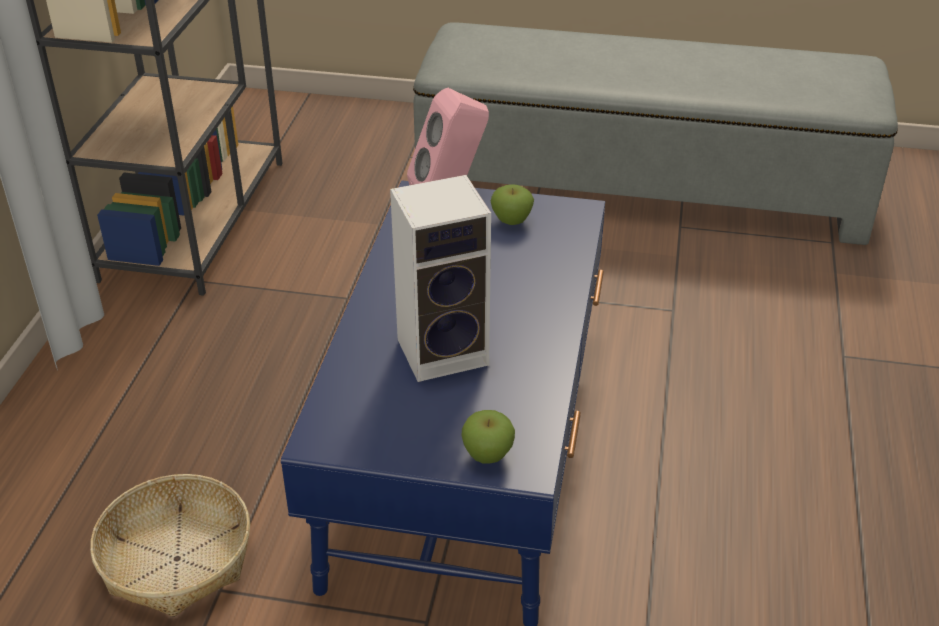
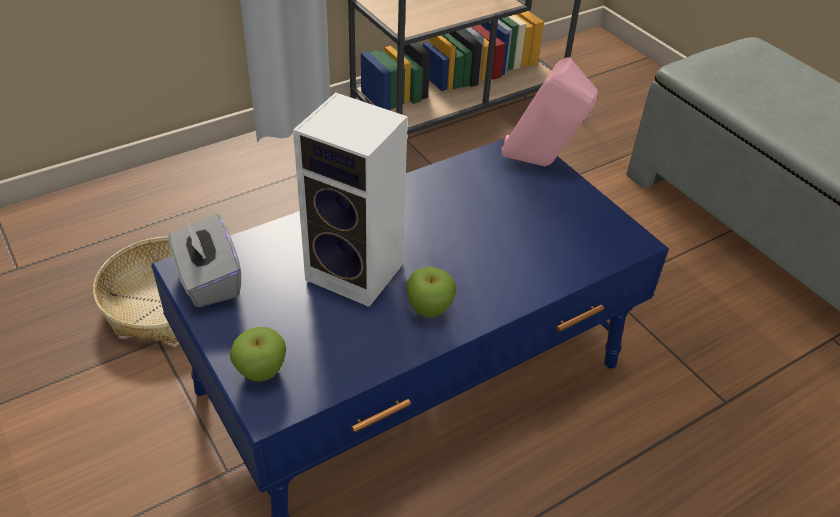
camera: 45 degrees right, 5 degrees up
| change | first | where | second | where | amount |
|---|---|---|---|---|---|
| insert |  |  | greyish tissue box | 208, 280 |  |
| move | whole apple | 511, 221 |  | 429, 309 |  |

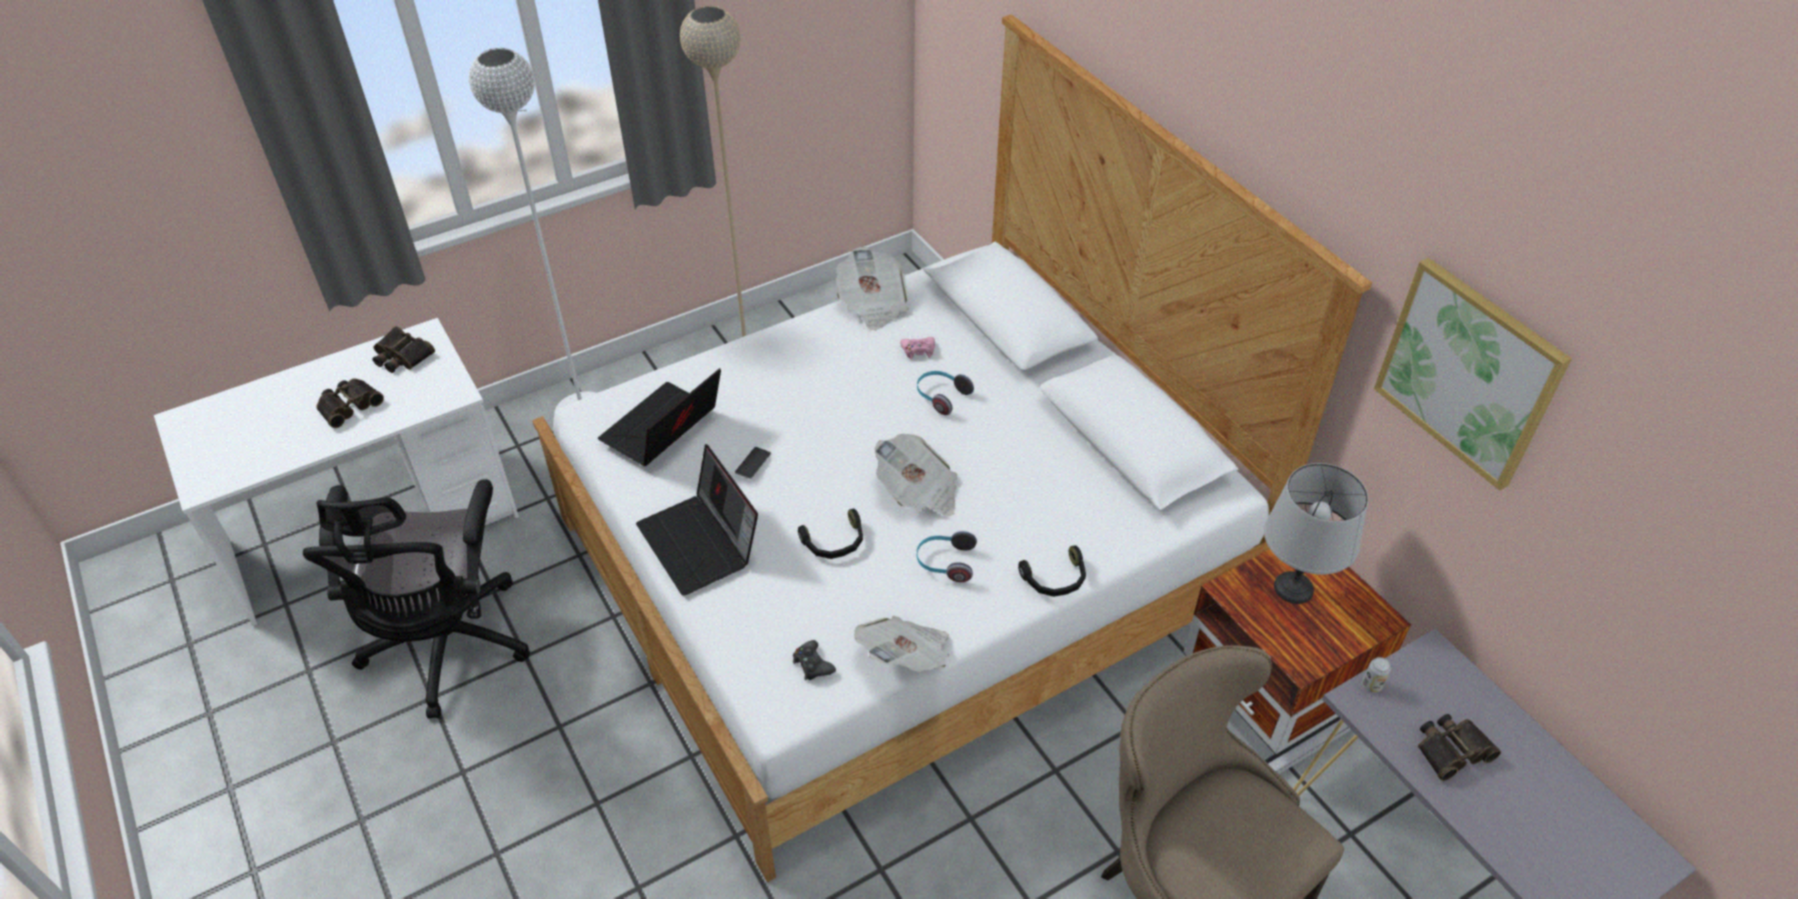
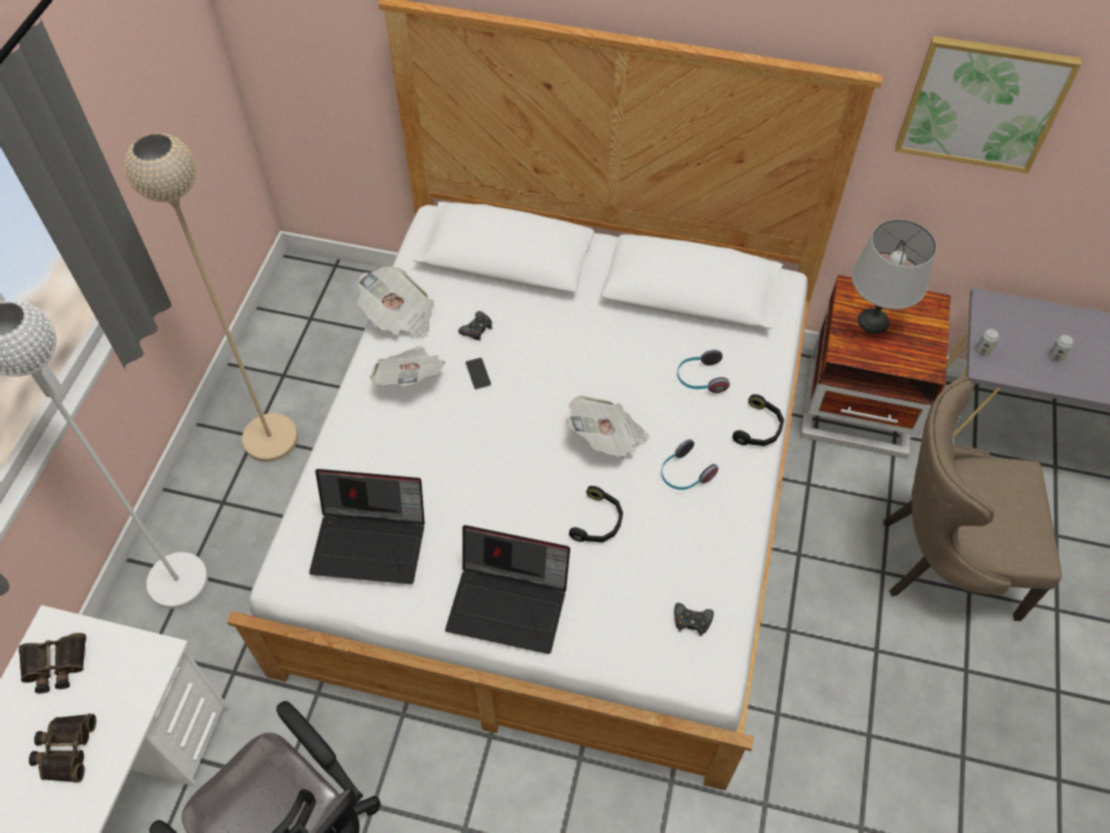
camera: 45 degrees left, 10 degrees up
| change | first | where | second | where | amount |
|---|---|---|---|---|---|
| move | handset | 753, 463 |  | 478, 373 |  |
| move | printed paper | 906, 658 |  | 410, 378 |  |
| move | headphones | 941, 397 |  | 700, 379 |  |
| replace | field glasses | 1451, 749 | sealed can | 1055, 357 |  |
| recolor | pink-coloured gamepad | 918, 350 | black gamepad | 477, 329 |  |
| rotate | portable computer | 663, 430 |  | 371, 542 | 75 degrees counterclockwise |

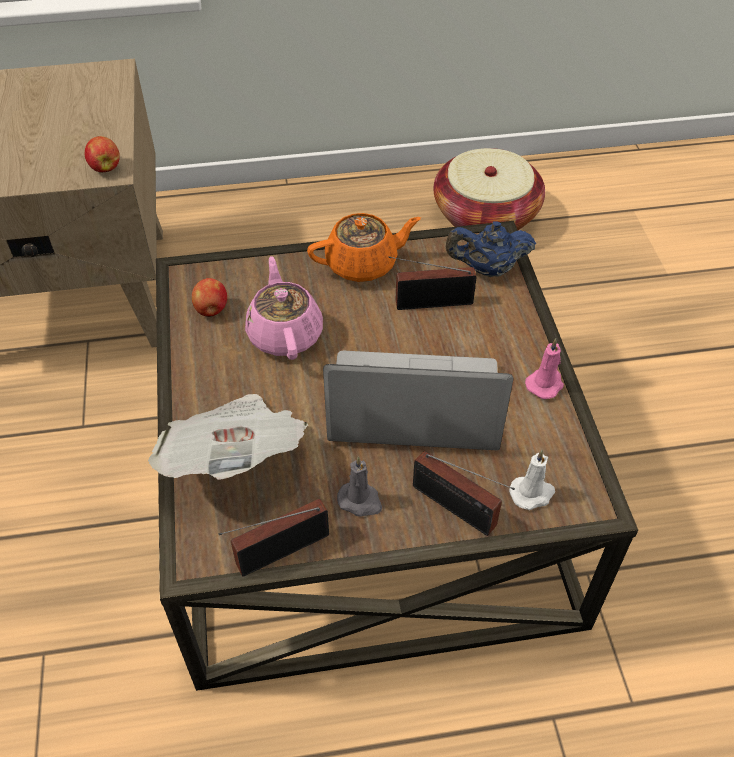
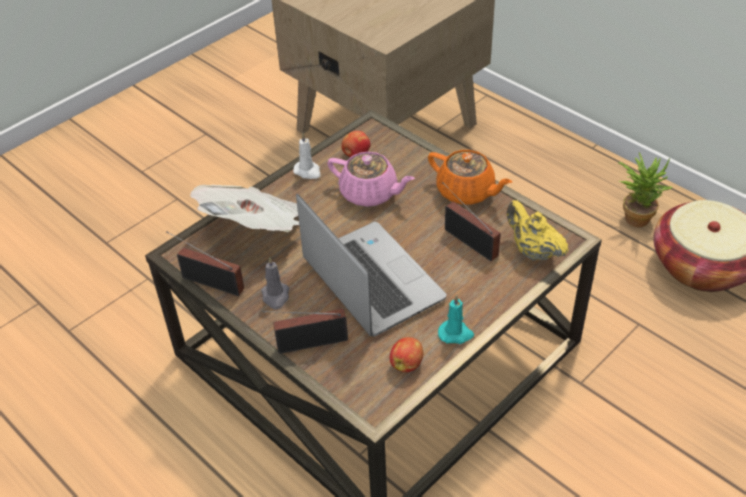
camera: 55 degrees right, 5 degrees down
| change | first | where | second | where | amount |
|---|---|---|---|---|---|
| insert |  |  | houseplant | 636, 215 |  |
| move | whole apple | 105, 167 |  | 407, 364 |  |
| move | white wax light | 532, 493 |  | 308, 171 |  |
| recolor | blue tea pot | 487, 269 | yellow tea pot | 533, 251 |  |
| recolor | pink-coloured wax light | 545, 384 | blue-green wax light | 456, 334 |  |
| rotate | pink-coloured tea pot | 285, 333 |  | 370, 193 | 75 degrees clockwise |
| rotate | radio | 457, 509 |  | 308, 343 | 75 degrees clockwise |

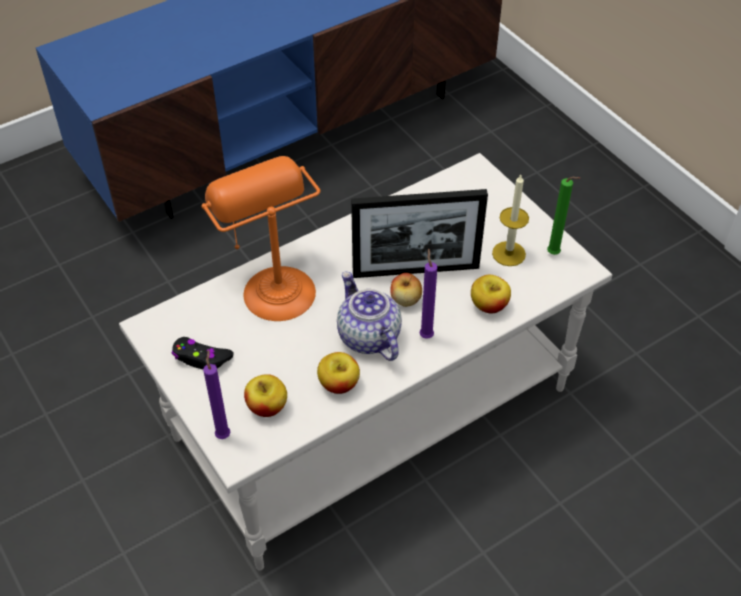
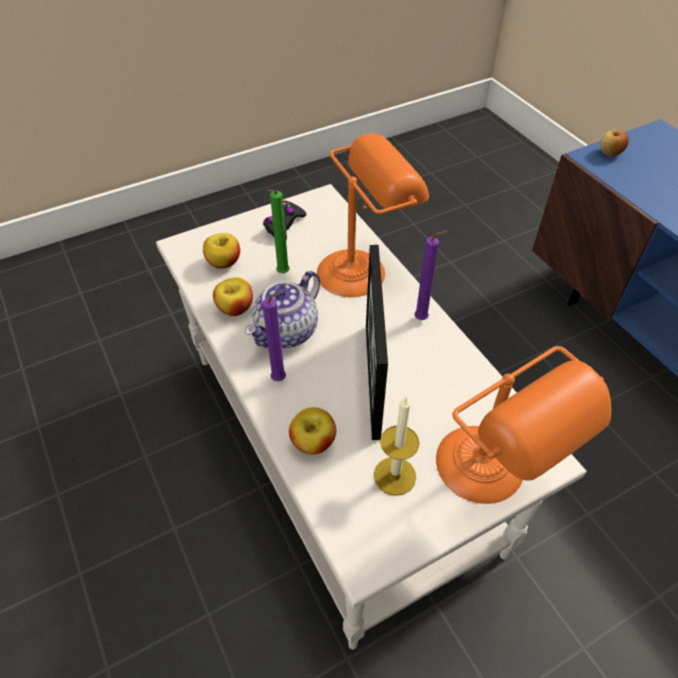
camera: 95 degrees right, 0 degrees up
| change | first | where | second | where | amount |
|---|---|---|---|---|---|
| insert |  |  | orange-coloured table lamp | 495, 476 |  |
| move | purple-coloured wax light | 223, 433 |  | 423, 319 |  |
| move | whole apple | 405, 299 |  | 609, 153 |  |
| move | green-coloured wax light | 555, 254 |  | 281, 274 |  |
| rotate | tea pot | 367, 336 |  | 287, 332 | 150 degrees clockwise |

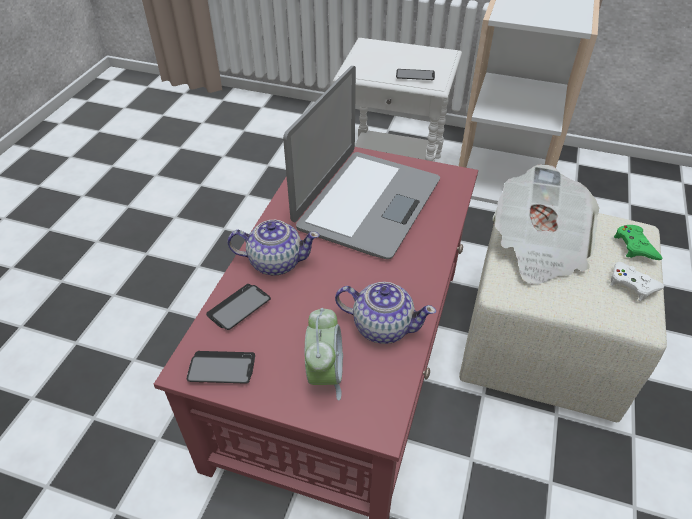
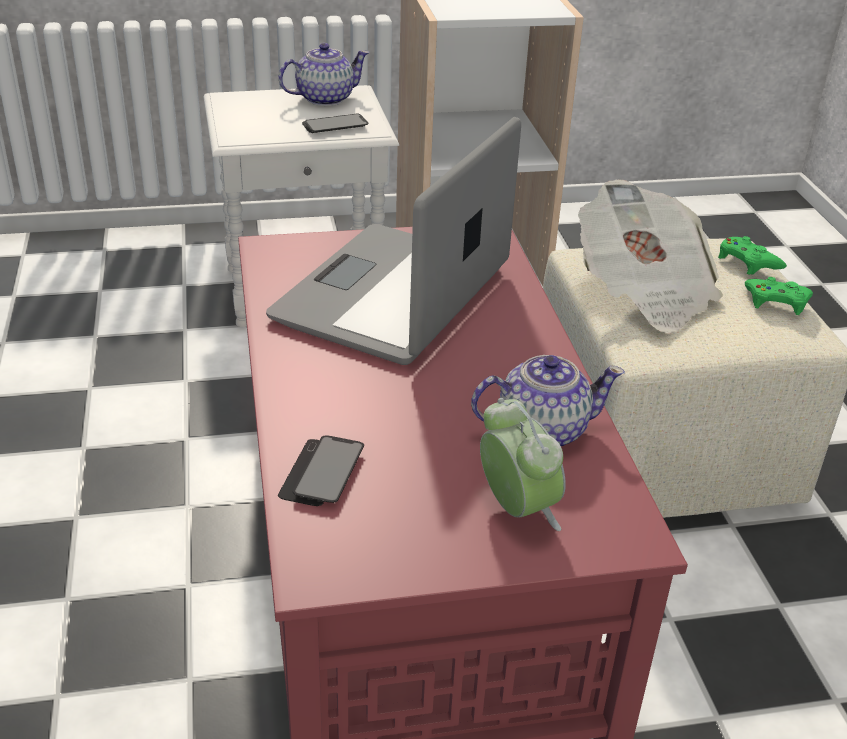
camera: 30 degrees left, 10 degrees down
| change | first | where | second | where | amount |
|---|---|---|---|---|---|
| delete | handset | 222, 368 |  |  |  |
| move | tea pot | 275, 262 |  | 324, 98 |  |
| recolor | white gamepad | 632, 284 | green-coloured gamepad | 776, 301 |  |
| rotate | portable computer | 366, 203 |  | 394, 295 | 150 degrees counterclockwise |

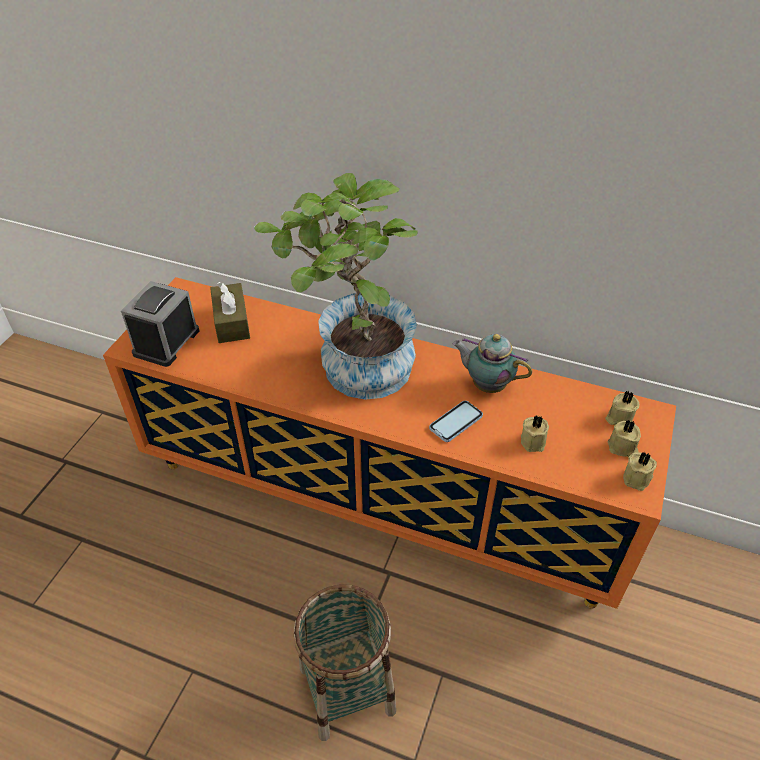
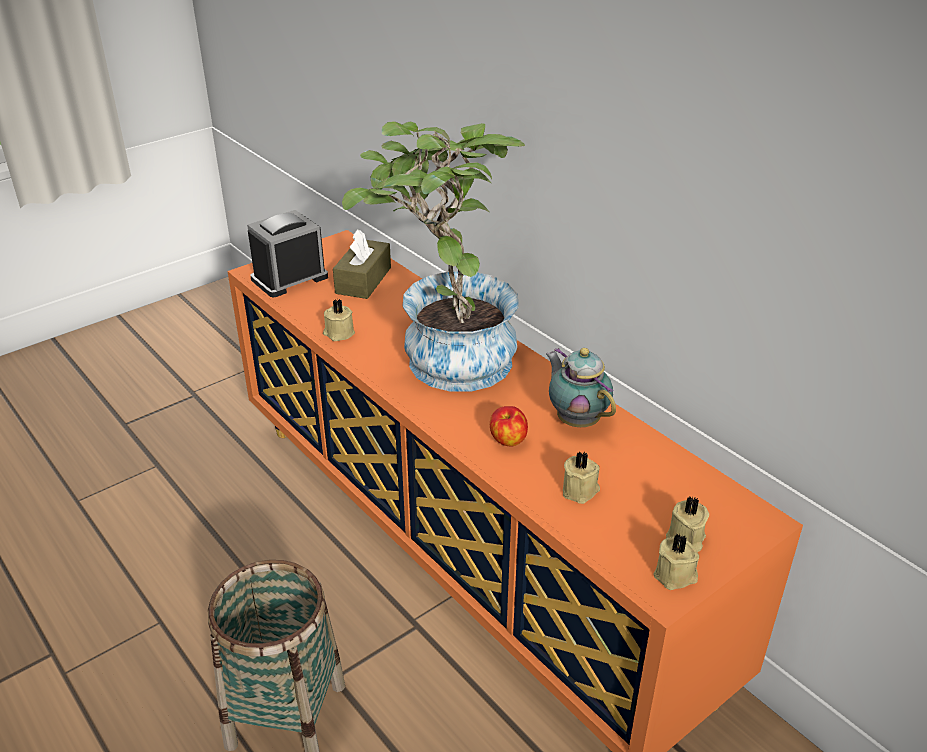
camera: 30 degrees right, 10 degrees down
| change | first | where | second | where | amount |
|---|---|---|---|---|---|
| move | sand-coloured wax light | 618, 417 |  | 338, 333 |  |
| replace | handset | 456, 422 | whole apple | 507, 441 |  |

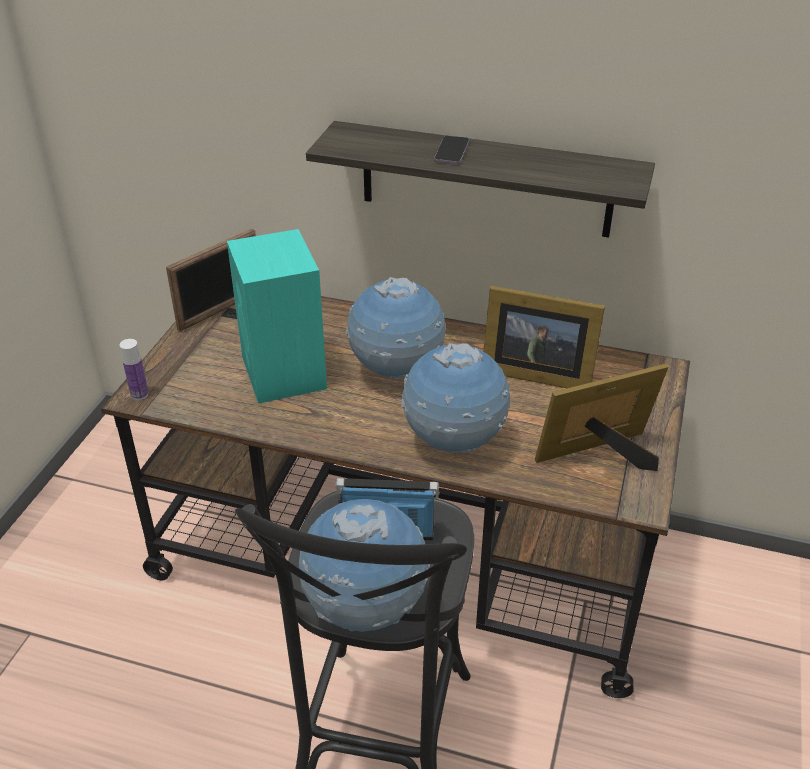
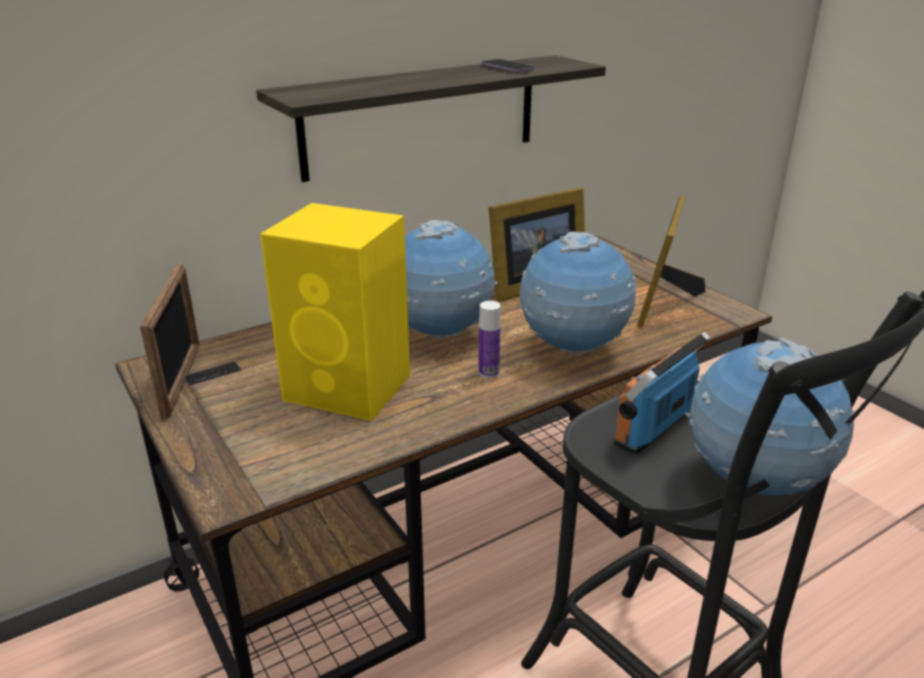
camera: 50 degrees left, 10 degrees down
| change | first | where | second | where | amount |
|---|---|---|---|---|---|
| move | beverage bottle | 139, 394 |  | 488, 372 |  |
| move | handset | 452, 152 |  | 507, 68 |  |
| recolor | blue-green speaker | 284, 374 | yellow speaker | 350, 388 |  |

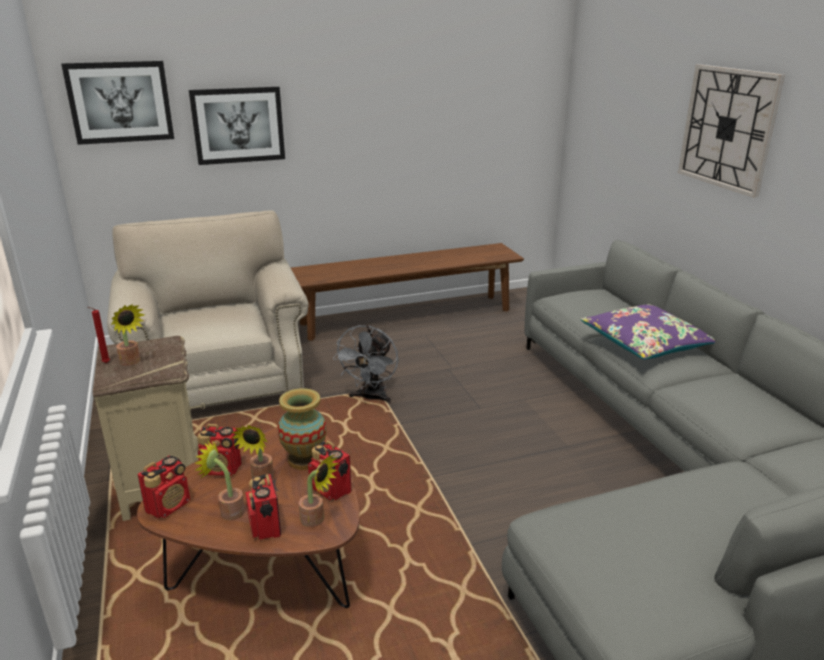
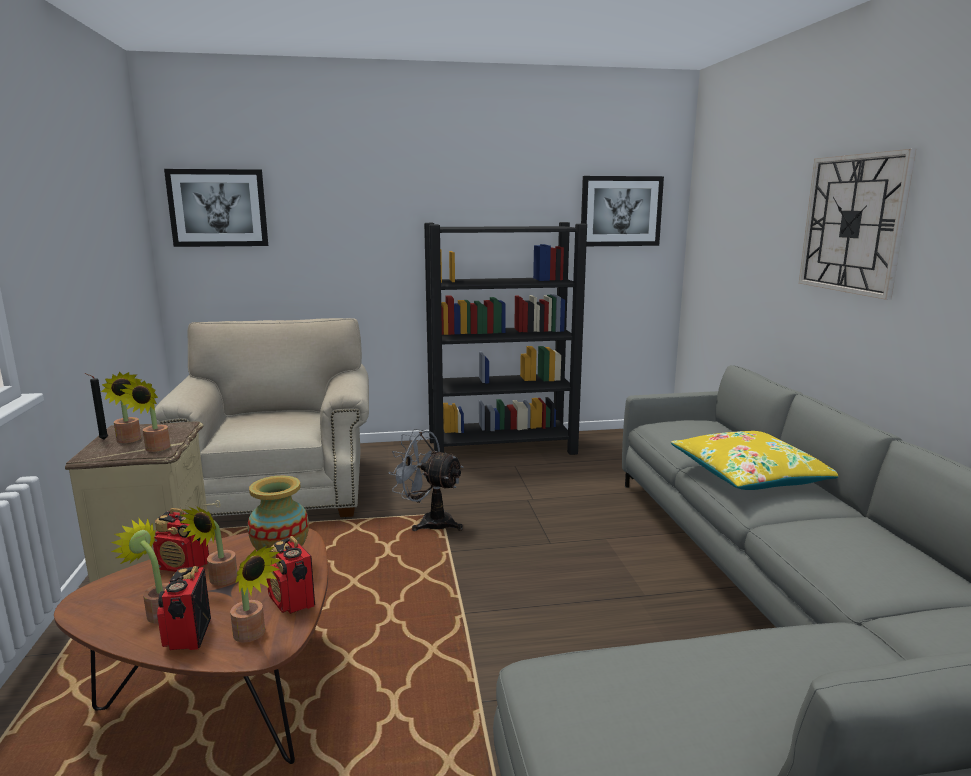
camera: 10 degrees right, 10 degrees down
| change | first | where | second | where | amount |
|---|---|---|---|---|---|
| delete | radio | 169, 506 |  |  |  |
| insert |  |  | houseplant | 155, 449 |  |
| move | picture | 238, 125 |  | 620, 211 |  |
| replace | brown-coloured bench | 407, 317 | black bookshelf | 501, 447 |  |
| recolor | reddish wax light | 105, 363 | black wax light | 102, 439 |  |
| recolor | purple-coloured throw pillow | 645, 343 | yellow throw pillow | 749, 475 |  |
| rotate | greyish cooling fan | 370, 398 |  | 429, 522 | 90 degrees clockwise |

